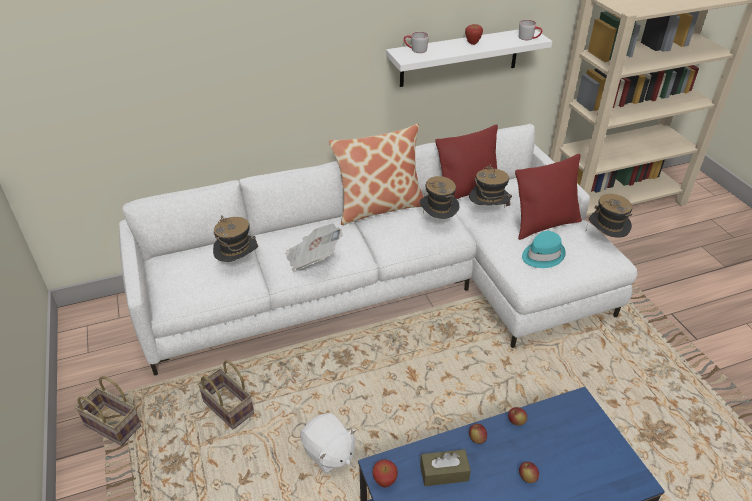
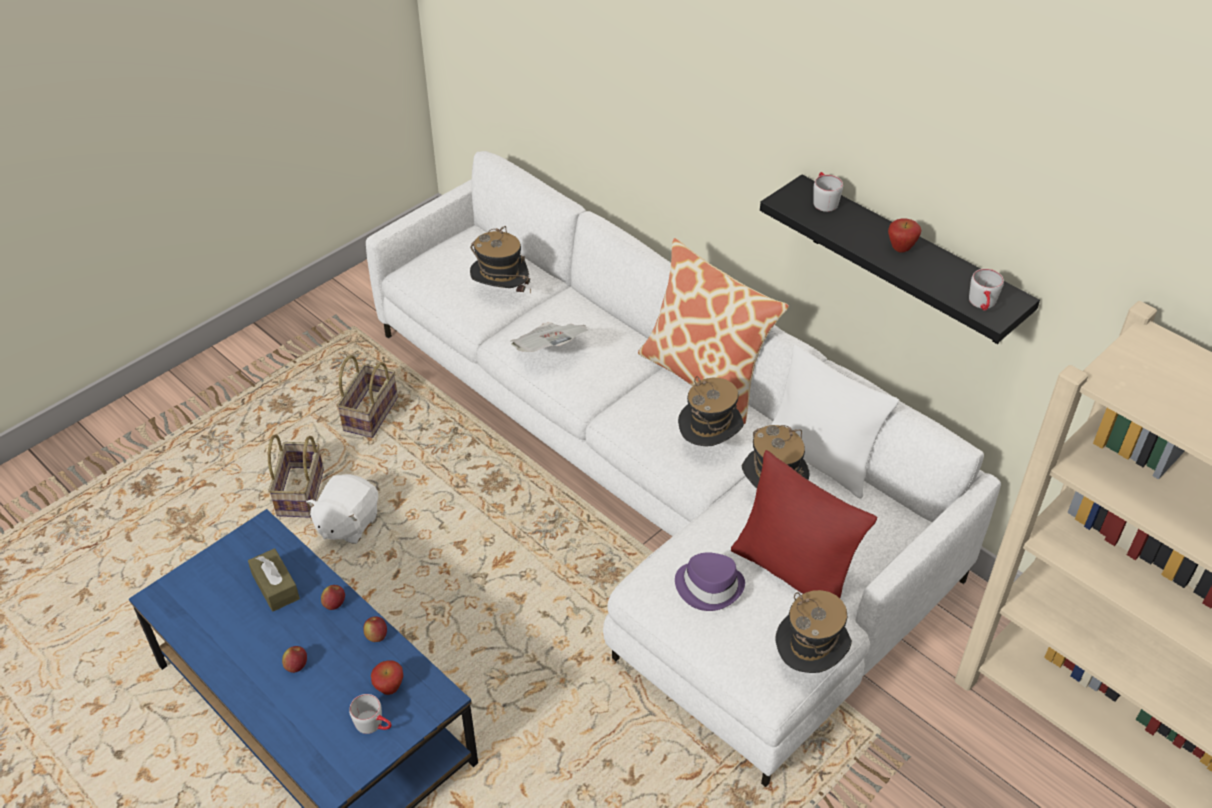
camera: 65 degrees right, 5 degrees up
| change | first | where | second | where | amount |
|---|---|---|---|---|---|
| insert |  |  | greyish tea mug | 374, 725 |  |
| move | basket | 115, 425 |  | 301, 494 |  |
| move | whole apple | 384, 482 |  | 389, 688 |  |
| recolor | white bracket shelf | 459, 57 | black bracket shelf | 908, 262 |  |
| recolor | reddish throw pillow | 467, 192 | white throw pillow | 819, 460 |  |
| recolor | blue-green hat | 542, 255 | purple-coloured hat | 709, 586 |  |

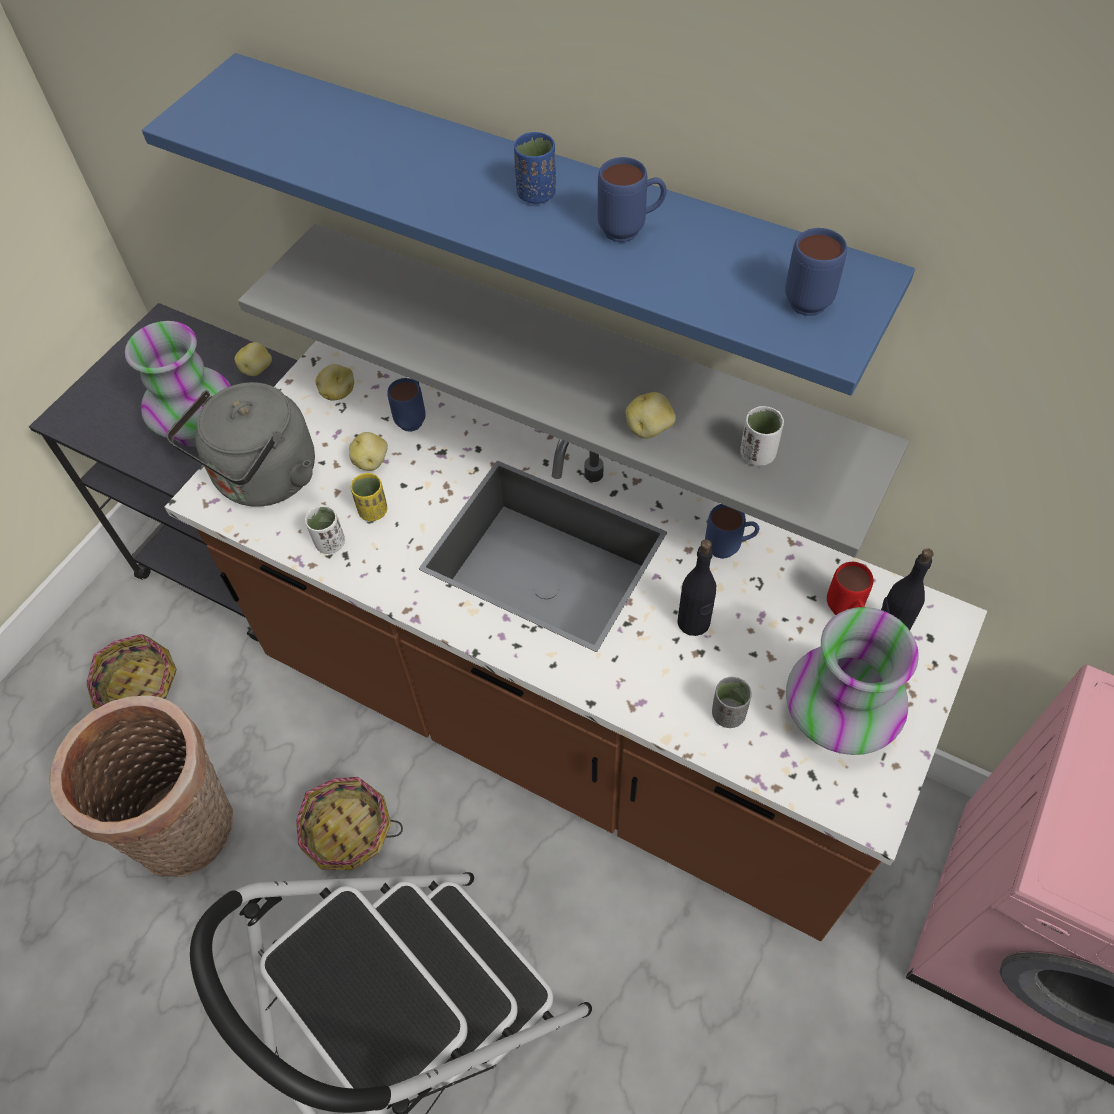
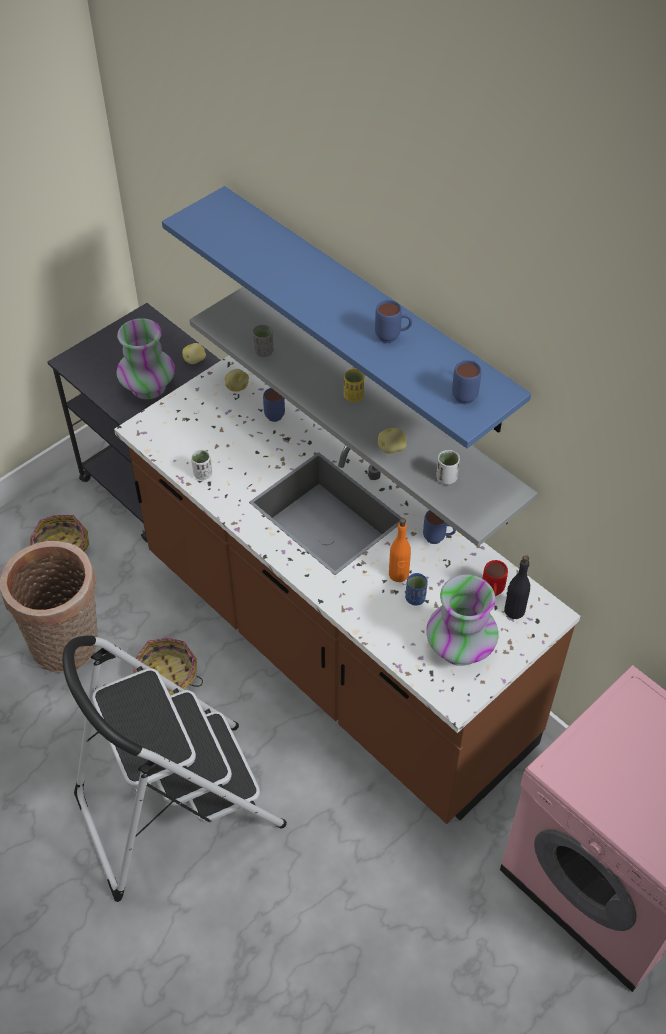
camera: 15 degrees right, 5 degrees down
| change | first | where | second | where | amount |
|---|---|---|---|---|---|
| delete | greyish tea kettle | 263, 480 |  |  |  |
| delete | spud | 371, 461 |  |  |  |
| move | yellow small cup | 373, 511 |  | 353, 396 |  |
| move | blue small cup | 536, 194 |  | 415, 598 |  |
| move | greyish small cup | 728, 714 |  | 263, 352 |  |
| recolor | black beverage bottle | 694, 622 | orange-coloured beverage bottle | 398, 574 |  |

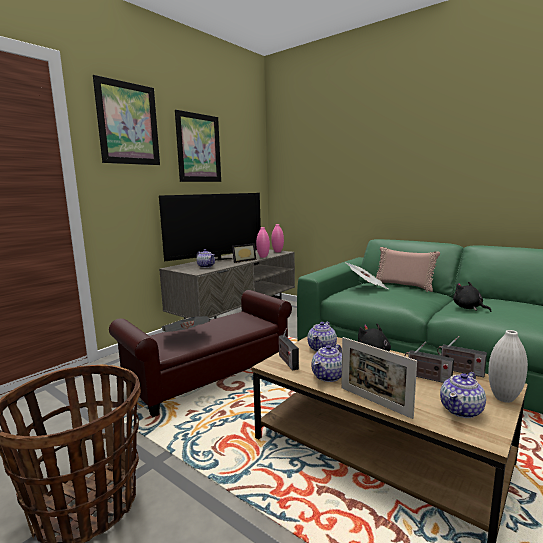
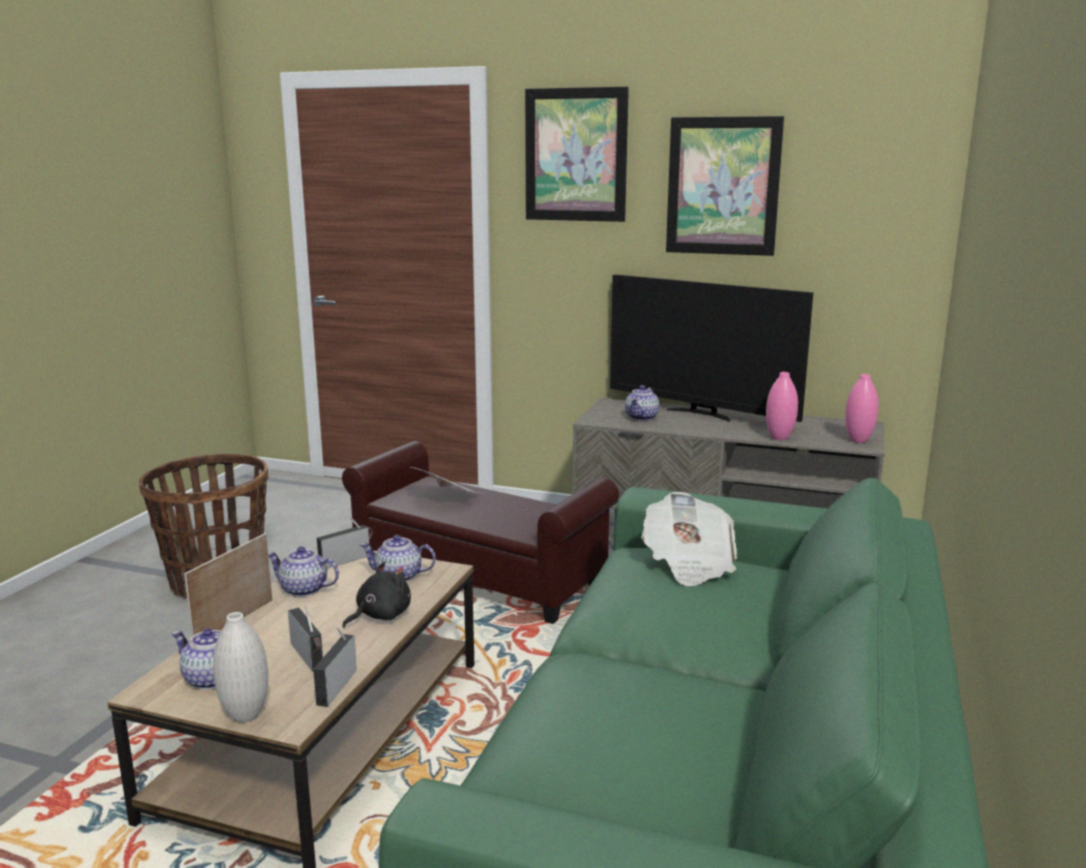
camera: 70 degrees right, 5 degrees up
| change | first | where | second | where | amount |
|---|---|---|---|---|---|
| delete | standing frame | 243, 260 |  |  |  |
| delete | sand-coloured throw pillow | 403, 286 |  |  |  |
| delete | black soft toy | 468, 308 |  |  |  |
| rotate | radio | 426, 377 |  | 309, 657 | 135 degrees clockwise |

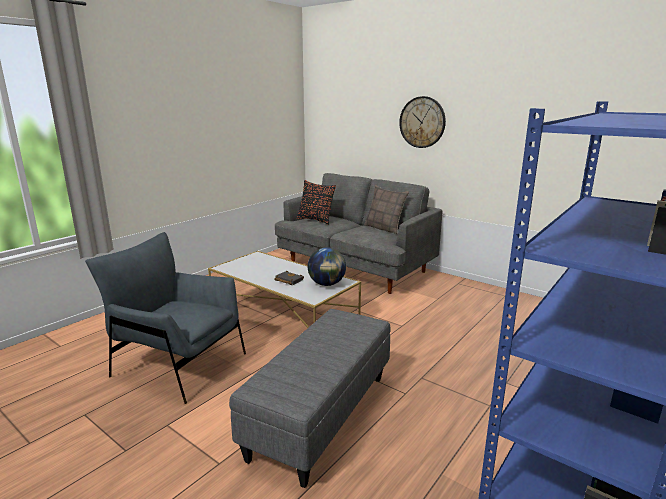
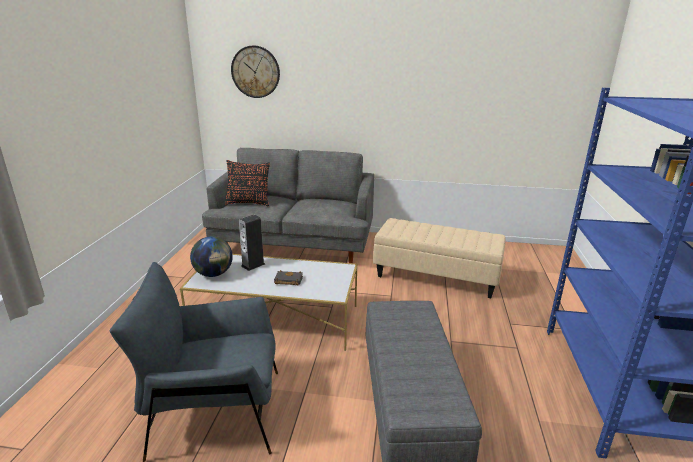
camera: 30 degrees left, 5 degrees up
| change | first | where | second | where | amount |
|---|---|---|---|---|---|
| delete | throw pillow | 384, 228 |  |  |  |
| insert |  |  | speaker | 253, 265 |  |
| insert |  |  | sand-coloured footrest | 436, 277 |  |
| move | world globe | 327, 284 |  | 214, 274 |  |
| move | wall clock | 422, 122 |  | 255, 72 |  |

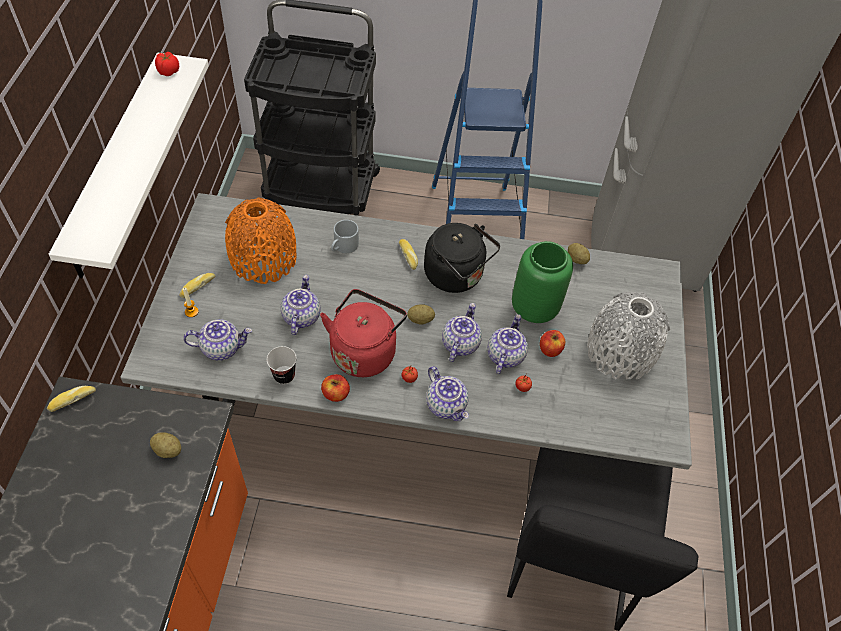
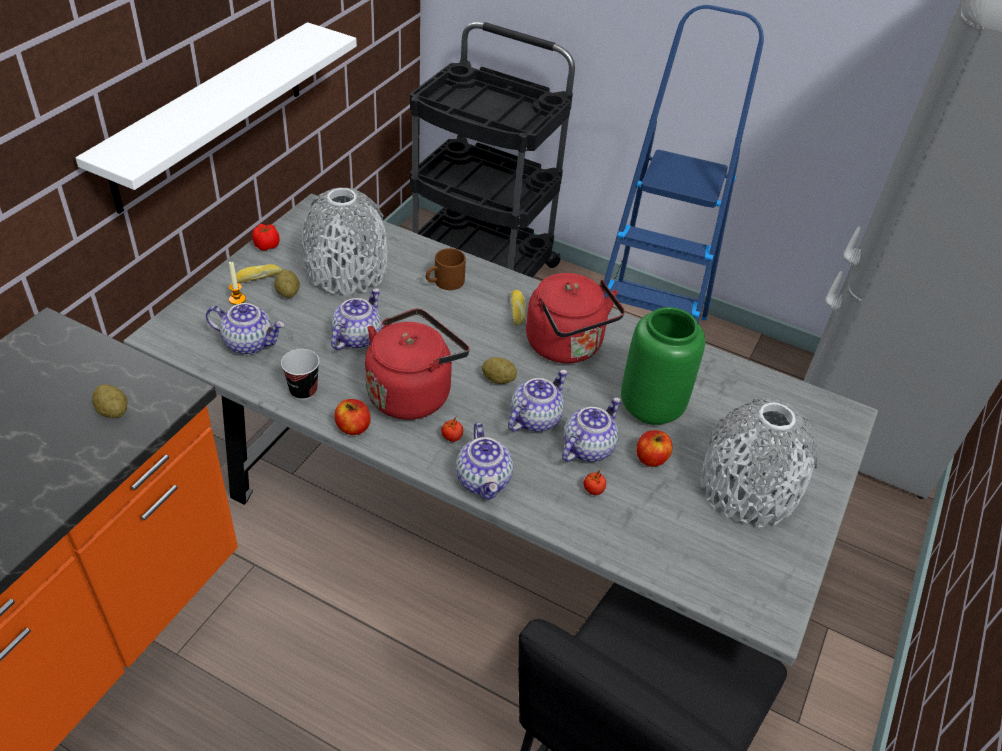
camera: 20 degrees right, 10 degrees down
| change | first | where | second | where | amount |
|---|---|---|---|---|---|
| delete | bread | 72, 400 |  |  |  |
| move | whole tomato | 168, 71 |  | 266, 245 |  |
| move | spud | 576, 259 |  | 288, 293 |  |
| recolor | orange-coloured vase | 263, 259 | greyish vase | 346, 271 |  |
| recolor | greyish tea mug | 344, 247 | brown-coloured tea mug | 444, 282 |  |
| recolor | black tea kettle | 457, 276 | reddish tea kettle | 567, 347 |  |

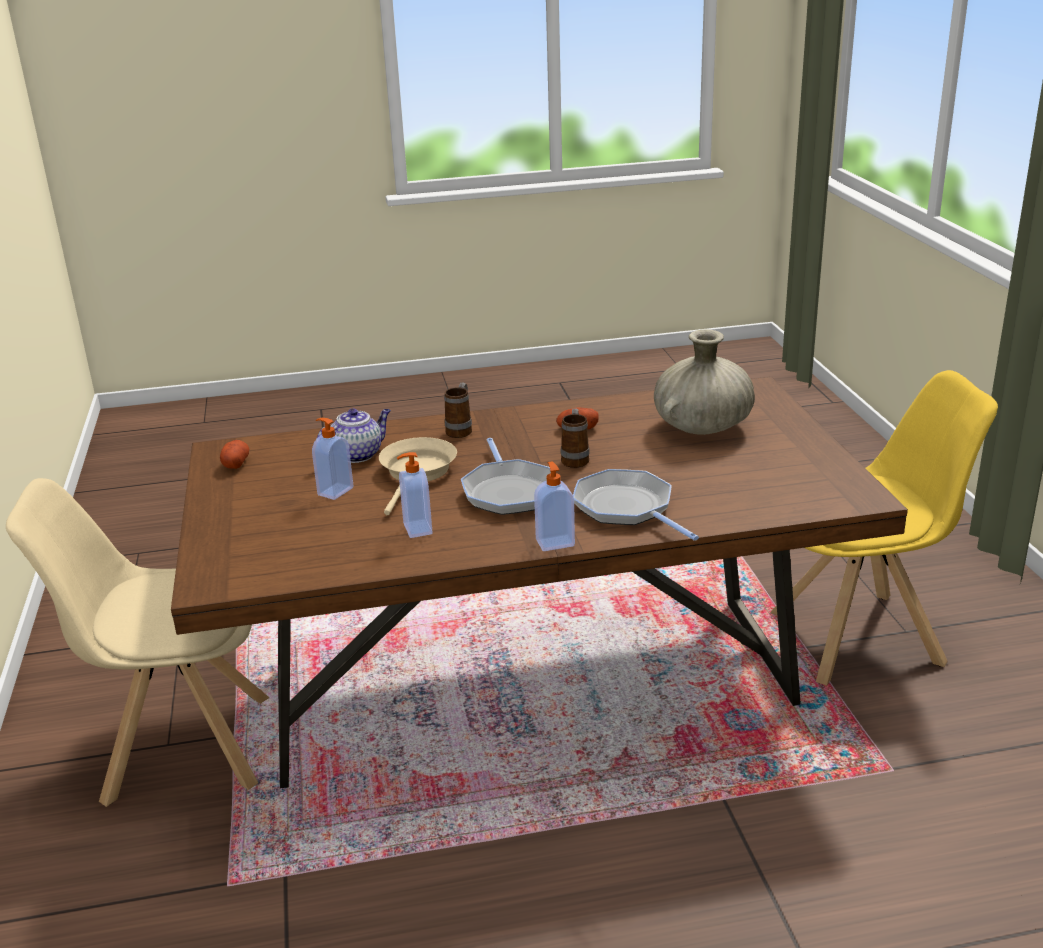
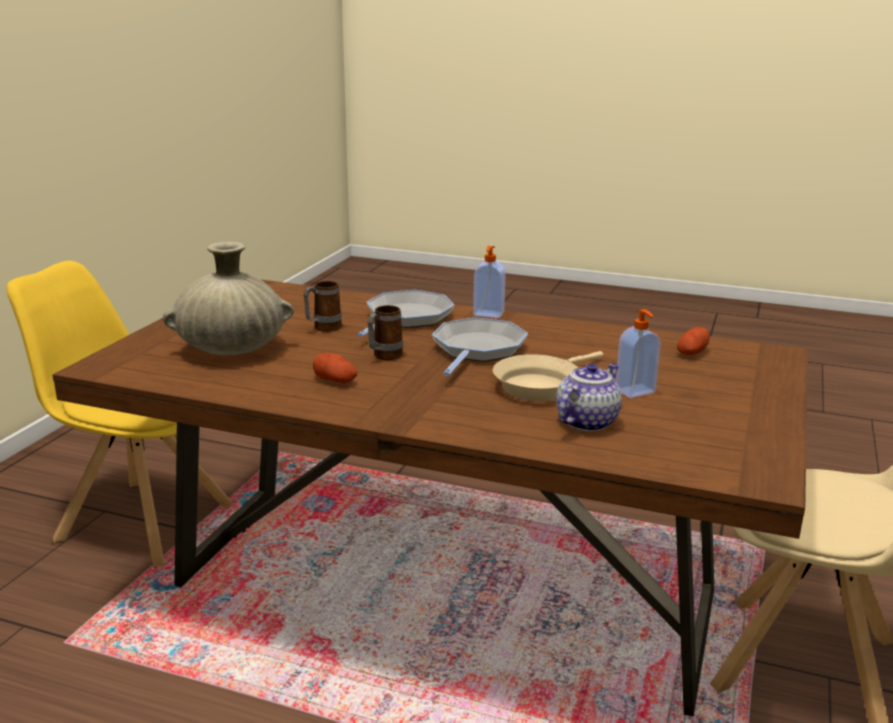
camera: 150 degrees left, 5 degrees down
| change | first | where | second | where | amount |
|---|---|---|---|---|---|
| delete | soap bottle | 416, 529 |  |  |  |
| move | spud | 236, 463 |  | 692, 352 |  |
| move | tea mug | 461, 430 |  | 323, 328 |  |
| rotate | tea pot | 358, 454 |  | 587, 421 | 135 degrees clockwise |
| rotate | pan | 627, 508 |  | 407, 318 | 150 degrees counterclockwise |

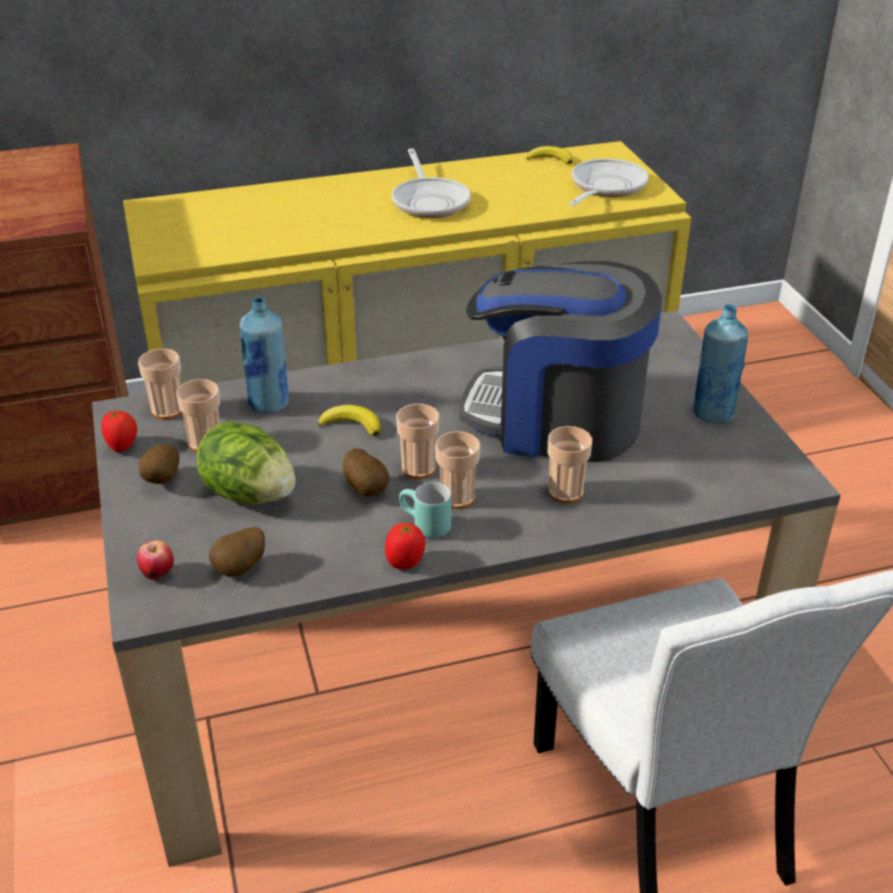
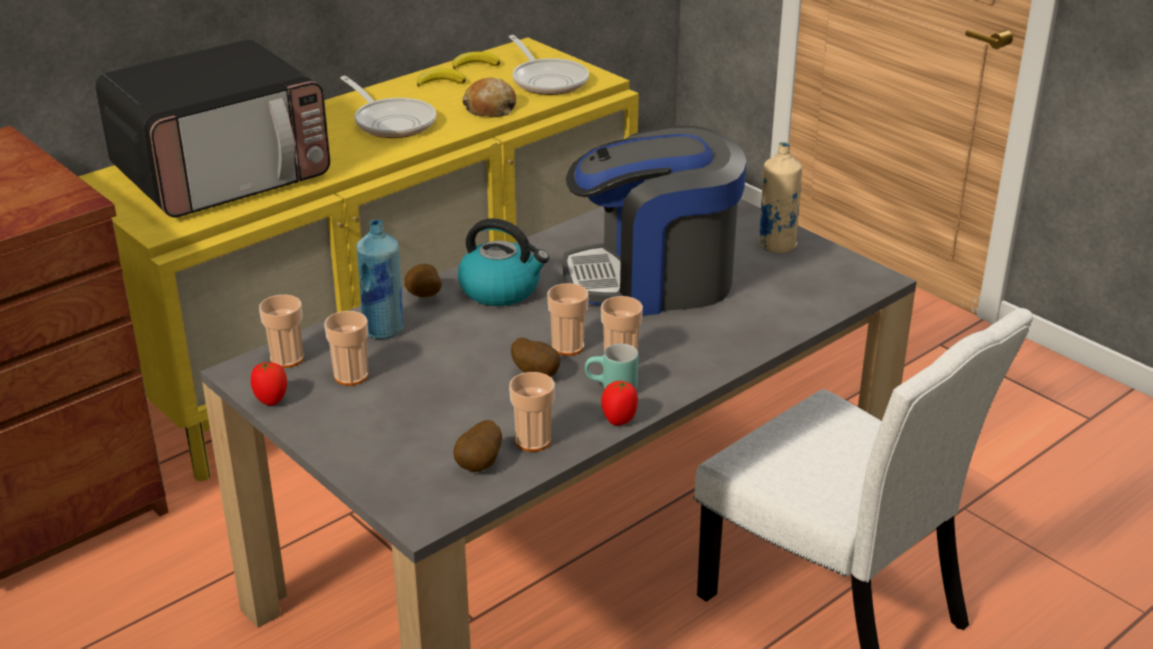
camera: 25 degrees left, 5 degrees down
| change | first | where | second | where | amount |
|---|---|---|---|---|---|
| delete | whole apple | 158, 574 |  |  |  |
| delete | head of lettuce | 249, 494 |  |  |  |
| insert |  |  | kitchen microwave | 223, 174 |  |
| insert |  |  | tea kettle | 501, 290 |  |
| insert |  |  | bread | 490, 108 |  |
| move | spud | 160, 481 |  | 423, 297 |  |
| move | whole banana | 352, 424 |  | 440, 82 |  |
| move | small cup | 565, 492 |  | 533, 441 |  |
| recolor | blue beverage bottle | 713, 413 | sand-coloured beverage bottle | 776, 245 |  |
| rotate | pan | 605, 187 |  | 547, 80 | 150 degrees clockwise |

